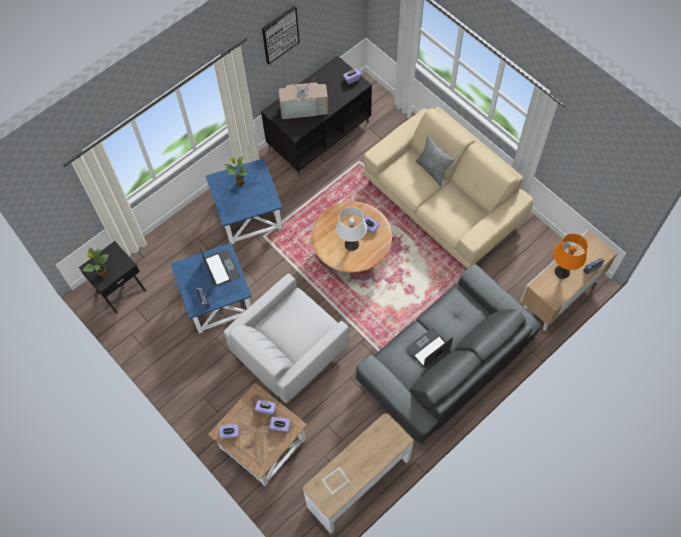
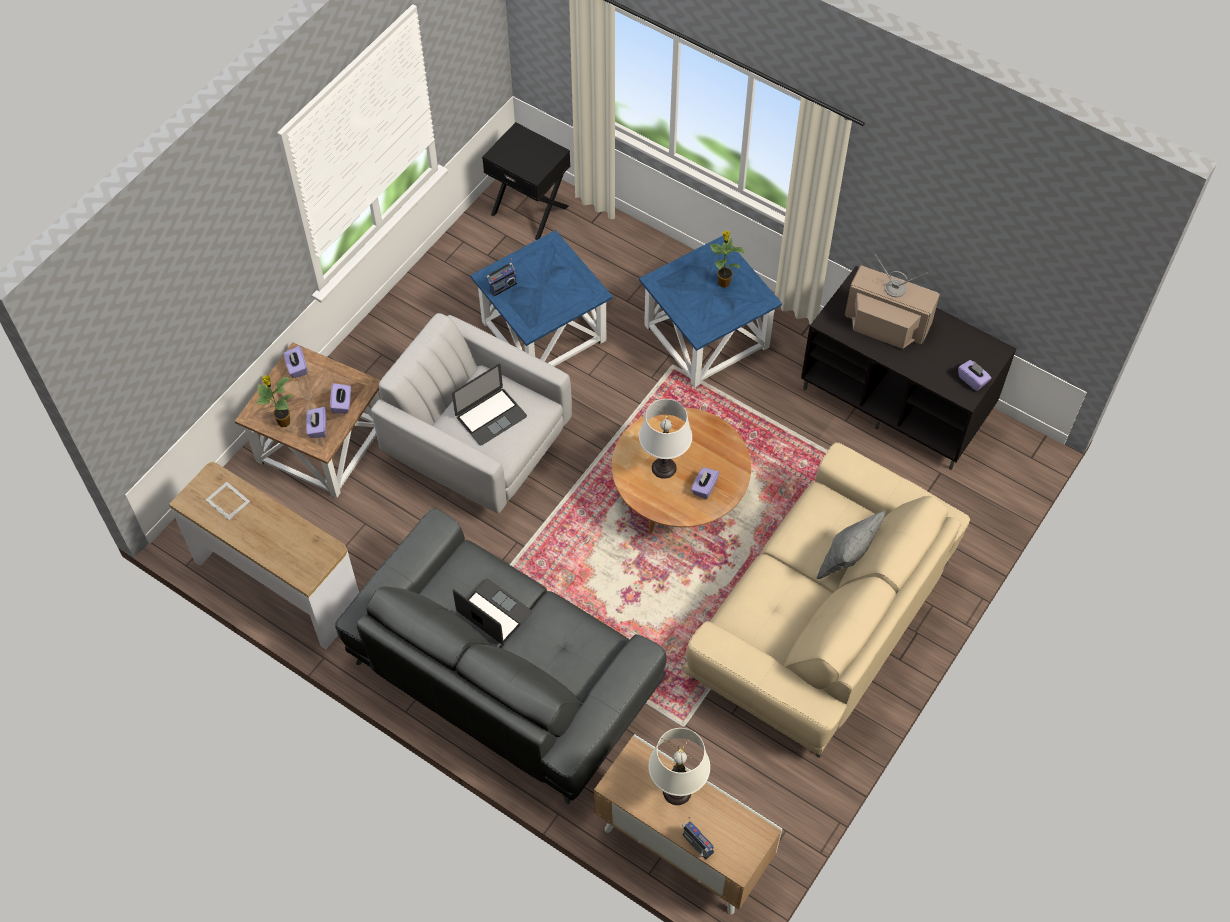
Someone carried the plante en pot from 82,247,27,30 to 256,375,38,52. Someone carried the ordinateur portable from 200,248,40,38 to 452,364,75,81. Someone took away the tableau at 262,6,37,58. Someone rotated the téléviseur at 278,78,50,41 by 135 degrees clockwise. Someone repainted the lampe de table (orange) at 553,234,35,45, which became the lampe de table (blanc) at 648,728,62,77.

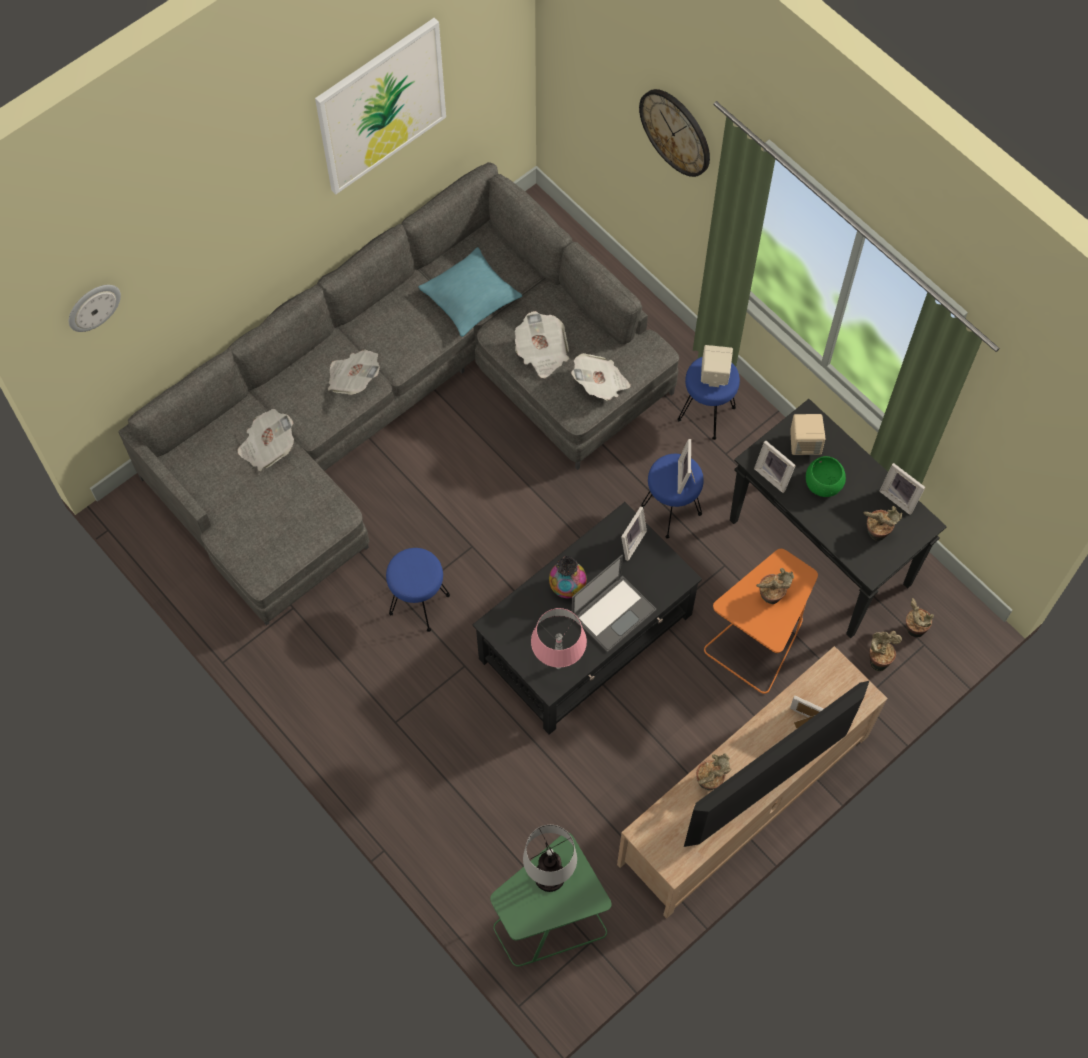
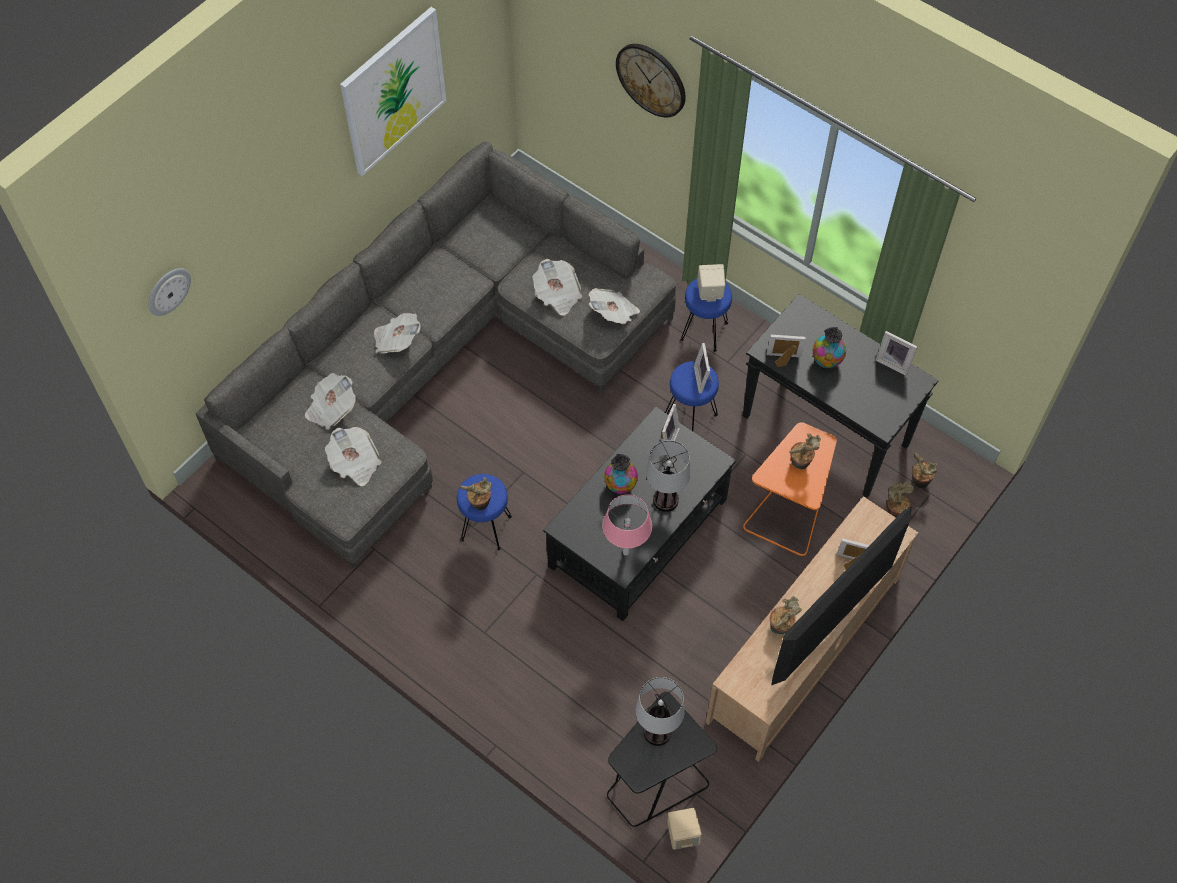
Someone took away the coussin (turquoise) at 418,247,104,90. Someone repainted the table d'appoint (vert) at 490,833,122,134, which became the table d'appoint (noir) at 607,692,110,135. Someone swapped the ordinateur portable at 572,555,85,98 for the lampe de table at 646,440,44,72. Someone rotated the cadre photo at 754,440,42,53 by 150 degrees clockwise. Someone carried the enceinte (beige) from 790,414,35,41 to 667,808,35,42. Someone swapped the bol (vert) at 806,456,40,41 for the vase at 813,327,33,42. Someone carried the plante en pot from 864,506,38,35 to 460,477,32,34. Someone put down the journal at 325,427,56,59.

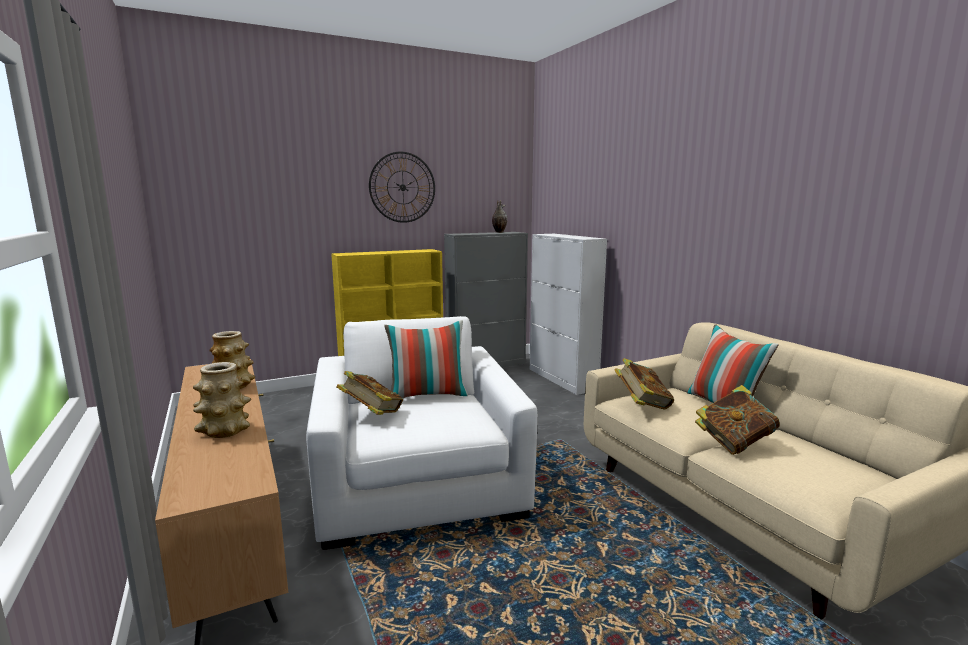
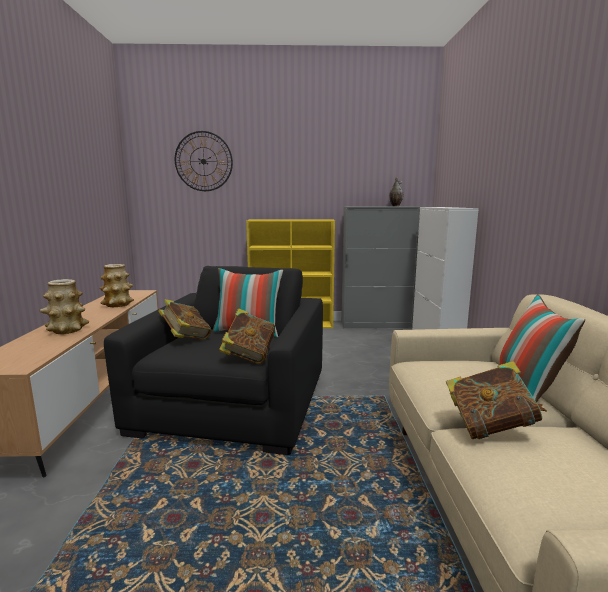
Someone repainted the fauteuil (blanc) at 306,316,232,234, which became the fauteuil (noir) at 104,266,219,189. Someone carried the horloge murale from 369,152,66,71 to 175,131,58,60. Someone carried the livre from 615,358,59,52 to 219,308,56,56.

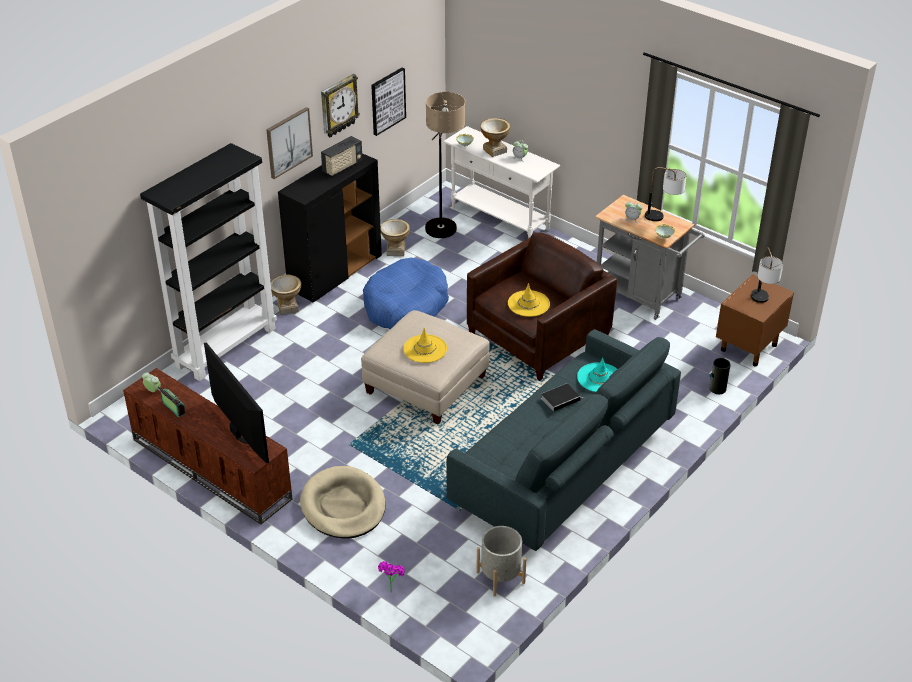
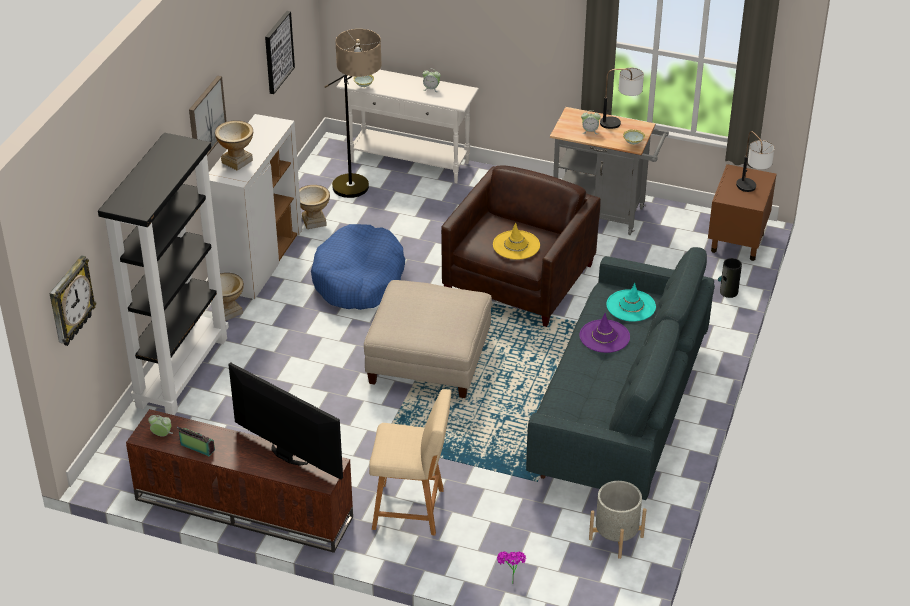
Someone repainted the meuble de rangement (noir) at 278,154,104,149, which became the meuble de rangement (blanc) at 209,114,93,185. Someone swapped the panier pour chien (beige) at 300,466,86,73 for the tabouret (beige) at 369,389,82,147. Someone carried the horloge murale from 321,74,39,64 to 49,255,47,91. Someone took away the radio at 321,136,42,40. Someone took away the chapeau (jaune) at 403,328,44,35. Someone carried the vase from 480,118,30,39 to 215,120,38,51. Someone swapped the livre at 541,383,41,29 for the chapeau (violet) at 580,313,50,40.

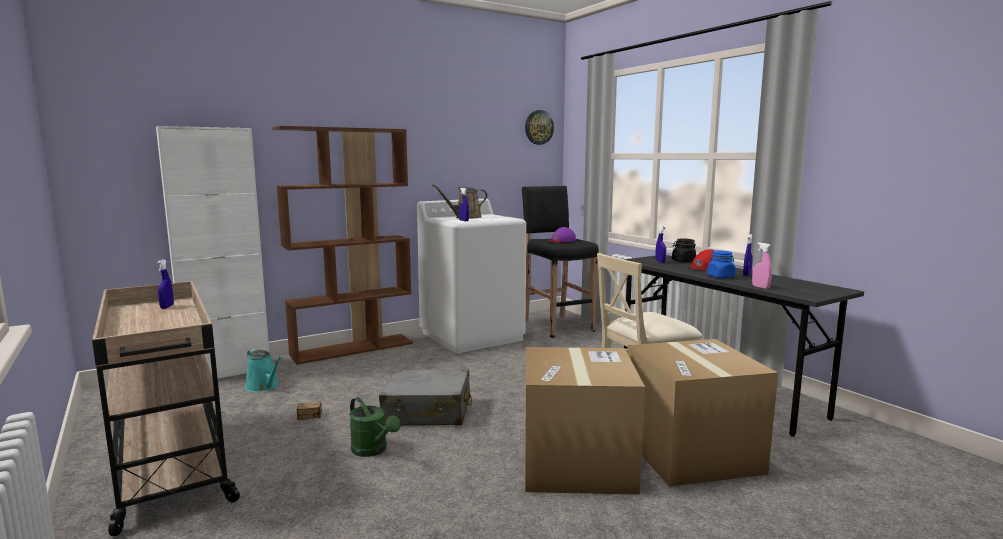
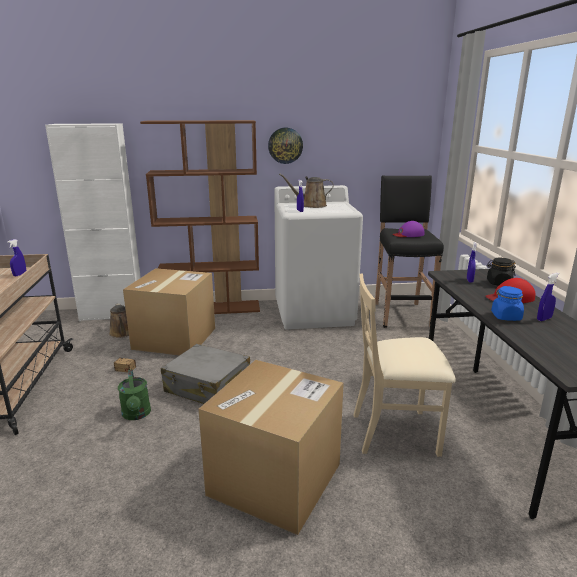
Someone repainted the arrosoir (turquoise) at 245,349,36,43, which became the arrosoir (marron) at 109,303,20,35. Someone carried the horloge murale from 525,110,29,35 to 268,128,35,36. Someone carried the carton from 627,339,151,148 to 123,268,92,87. Someone took away the vaporisateur (rose) at 752,242,20,47.

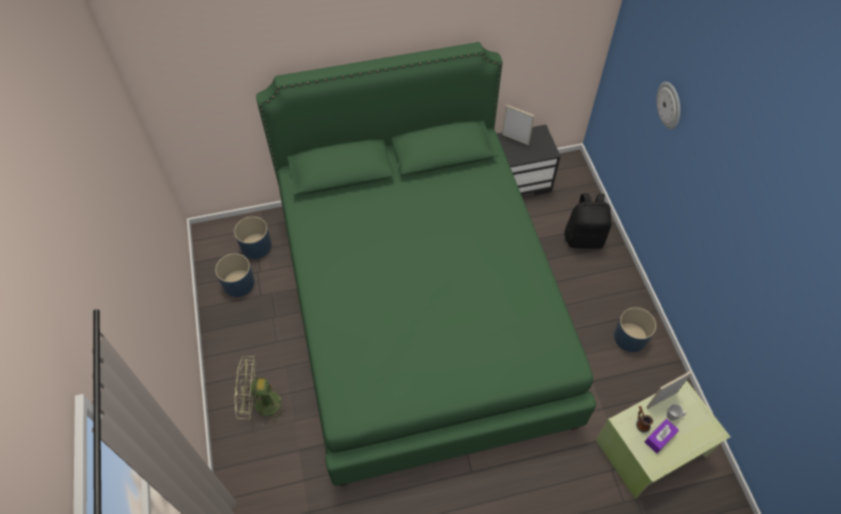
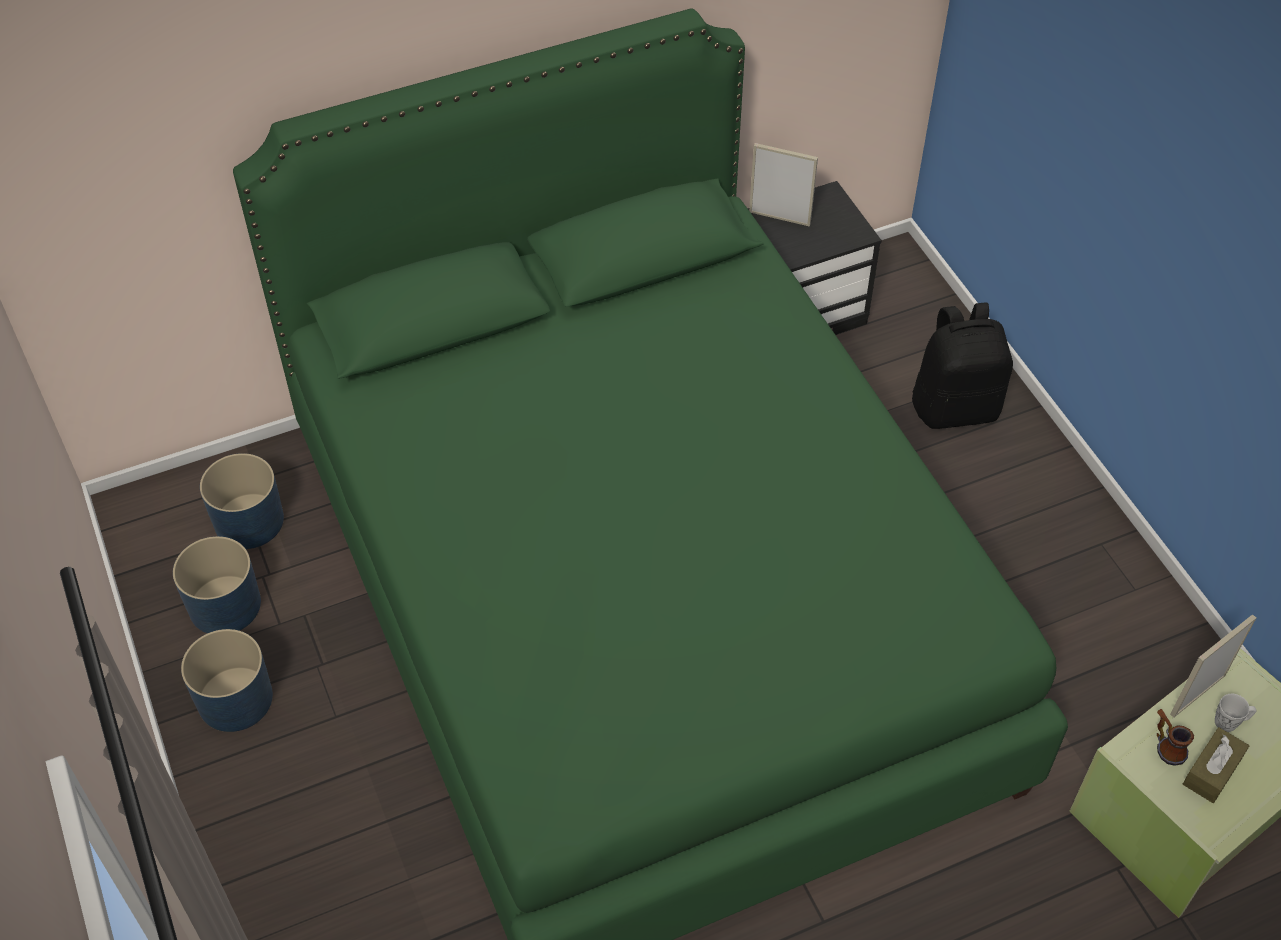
Someone took away the ventilateur (vert) at 234,356,55,70. Someone carried the cache-pot (bleu) from 614,307,42,45 to 181,629,92,103. Someone repainted the boîte à mouchoirs (violet) at 645,419,34,34, which became the boîte à mouchoirs (marron) at 1183,727,66,76. Someone took away the horloge murale at 656,82,24,47.

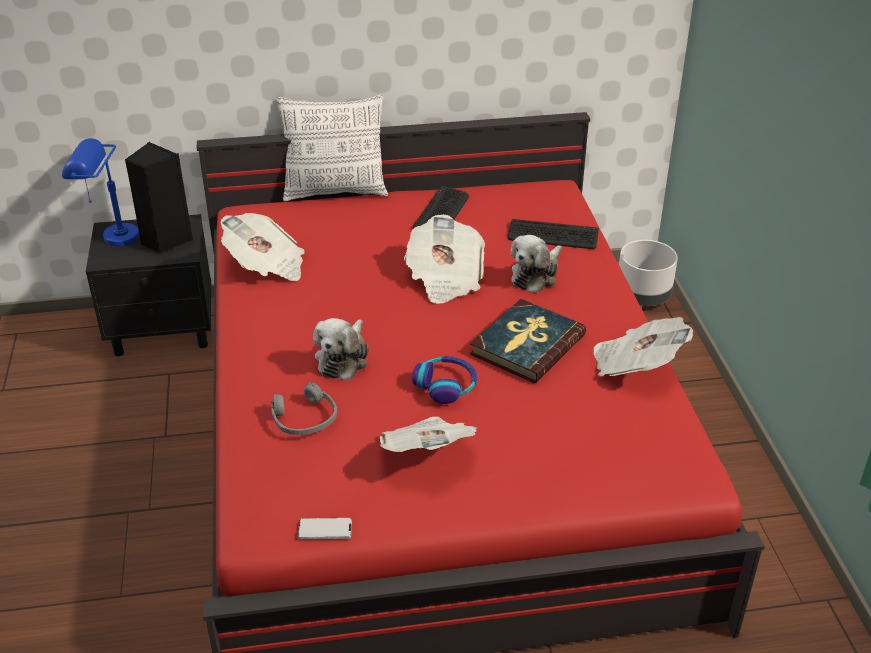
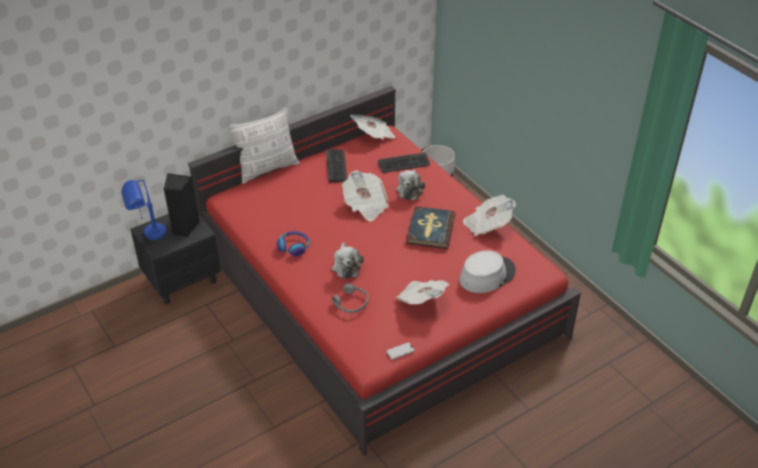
Someone carried the journal from 221,213,84,68 to 350,114,46,25. Someone carried the casque audio from 412,356,65,48 to 277,231,33,25. Someone put down the chapeau (gris) at 459,250,57,43.

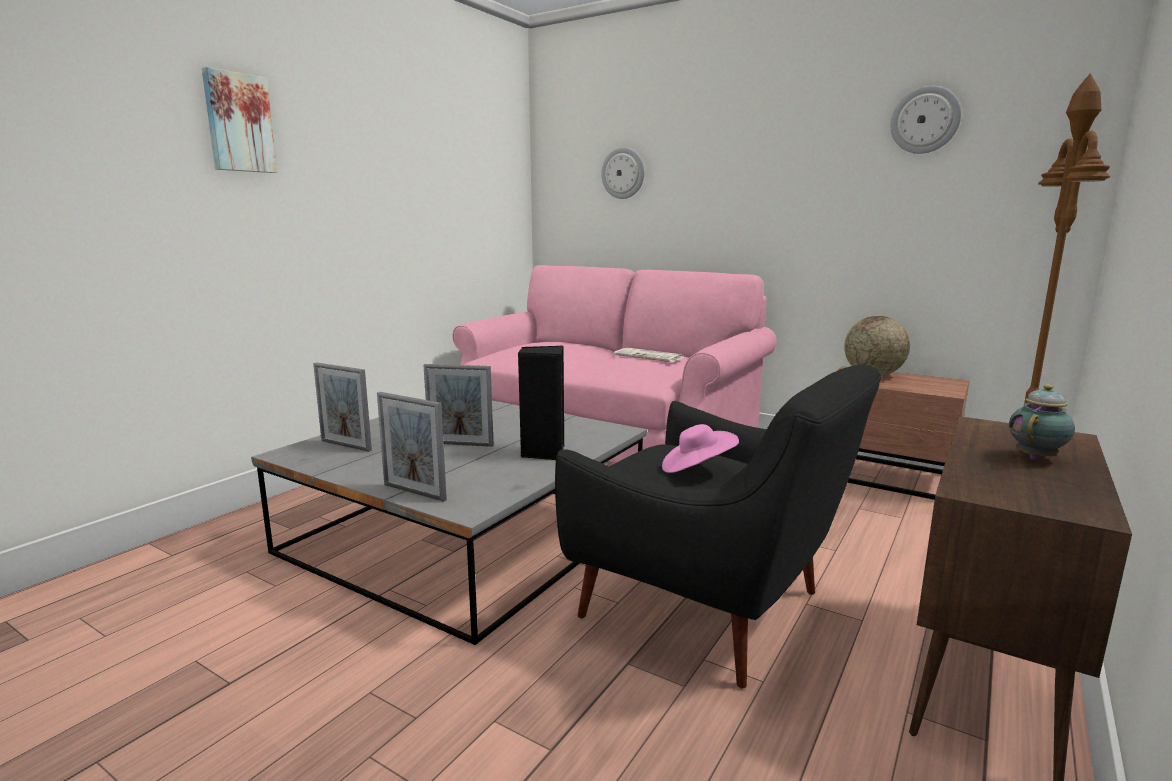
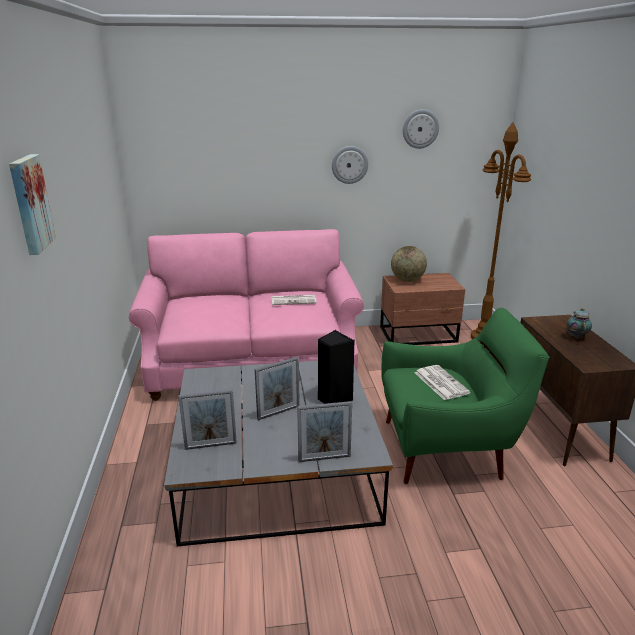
Someone repainted the fauteuil (noir) at 555,364,327,325, which became the fauteuil (vert) at 381,308,169,176. Someone carried the horloge murale from 601,147,43,52 to 332,146,36,38. Someone swapped the chapeau (rose) at 662,424,77,49 for the journal at 415,365,55,35.

